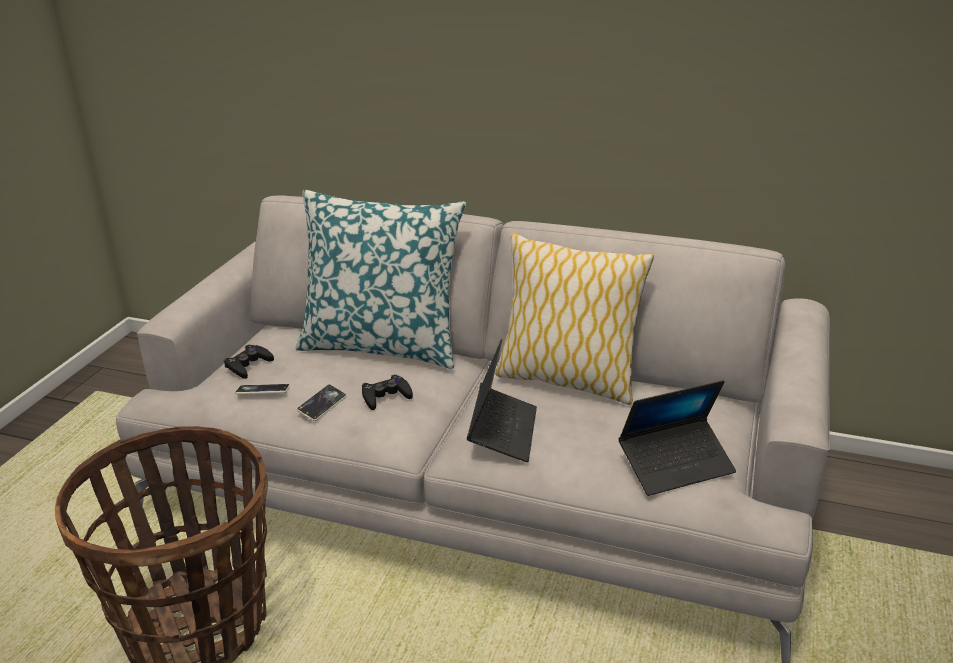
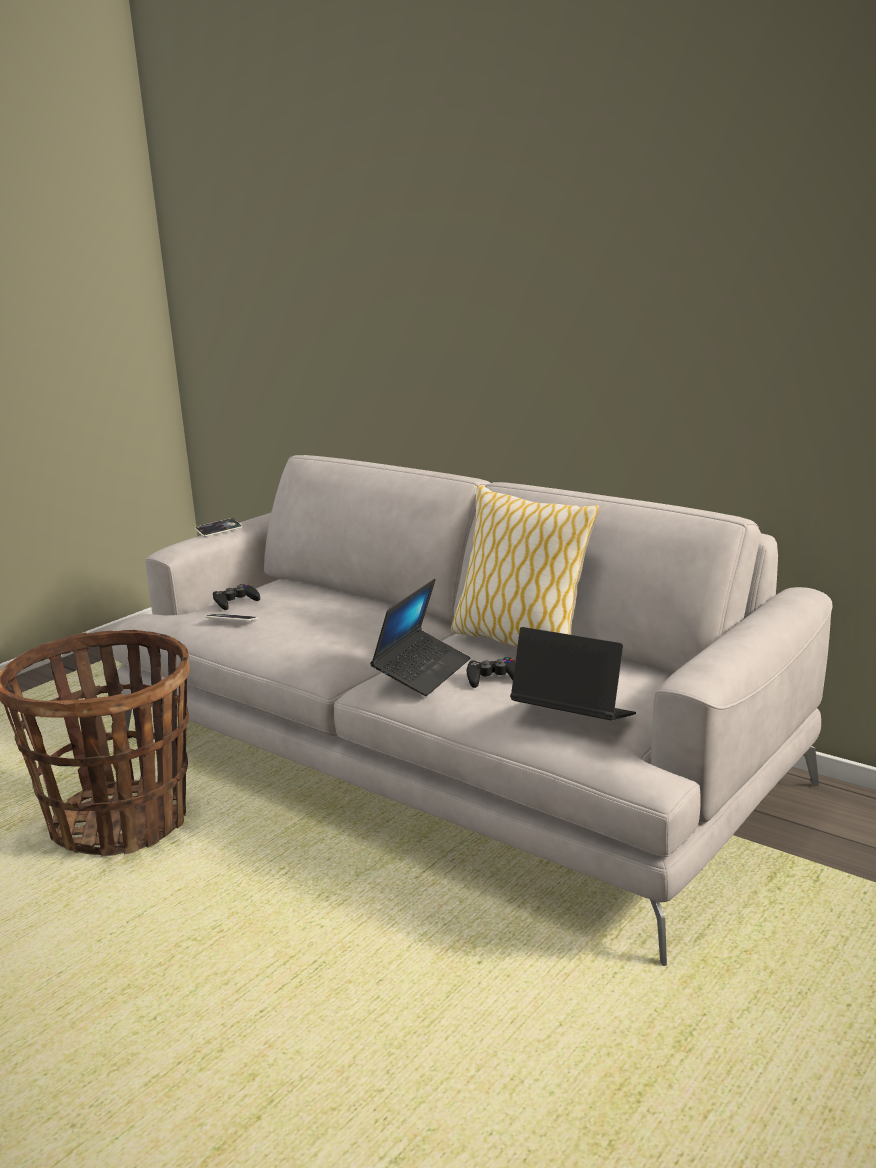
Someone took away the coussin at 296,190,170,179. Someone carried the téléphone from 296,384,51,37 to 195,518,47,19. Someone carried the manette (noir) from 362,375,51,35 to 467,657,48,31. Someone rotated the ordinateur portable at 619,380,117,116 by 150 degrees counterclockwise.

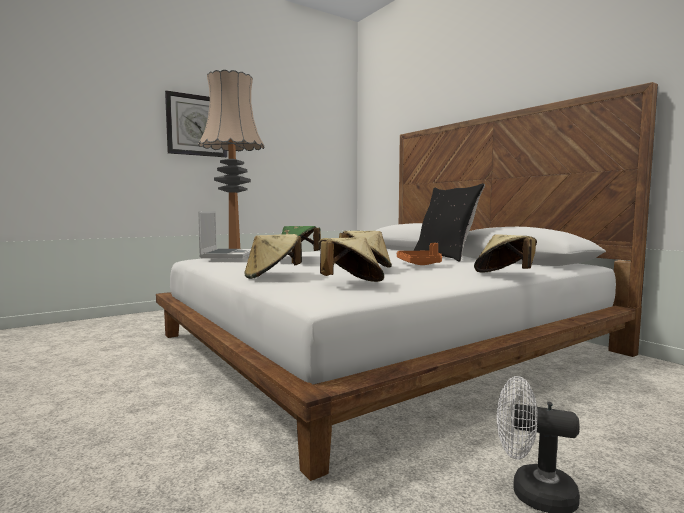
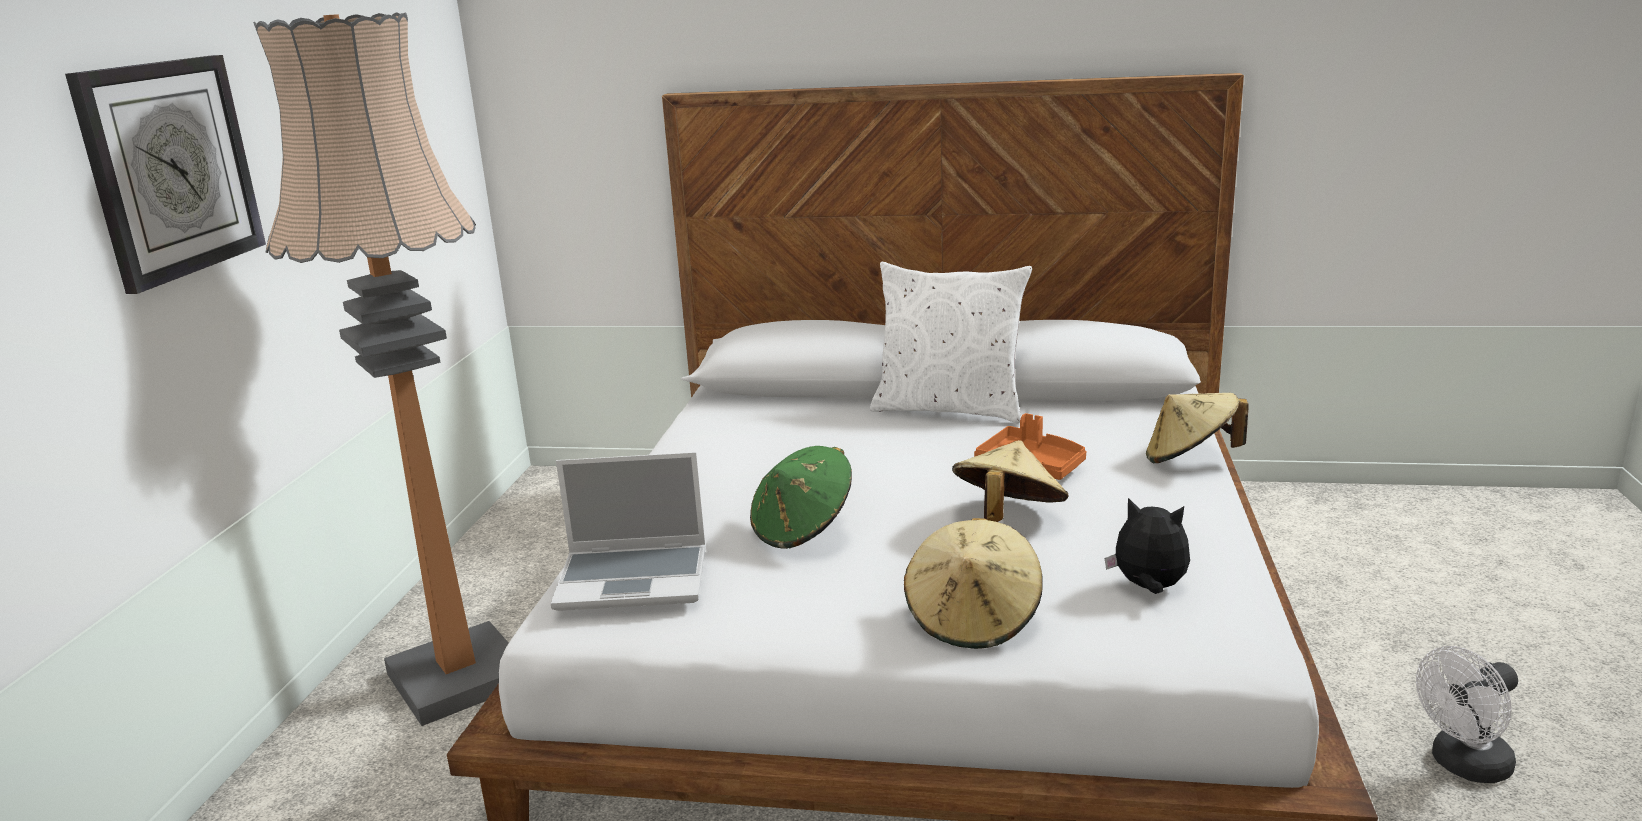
Someone rotated the ordinateur portable at 198,211,53,47 by 135 degrees clockwise. Someone swapped the chapeau (beige) at 318,237,66,45 for the peluche at 1104,498,86,96. Someone repainted the coussin (noir) at 413,183,72,79, which became the coussin (blanc) at 870,262,162,162.

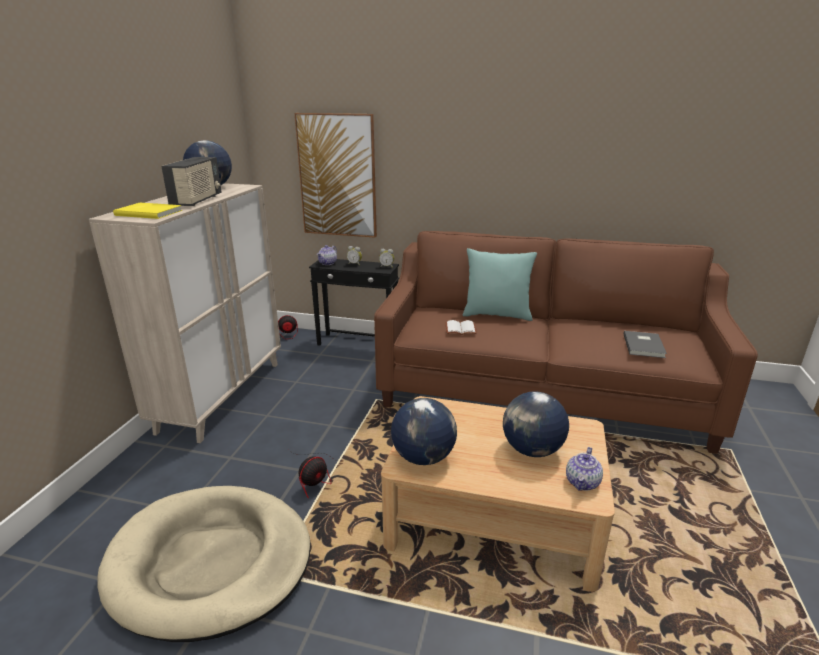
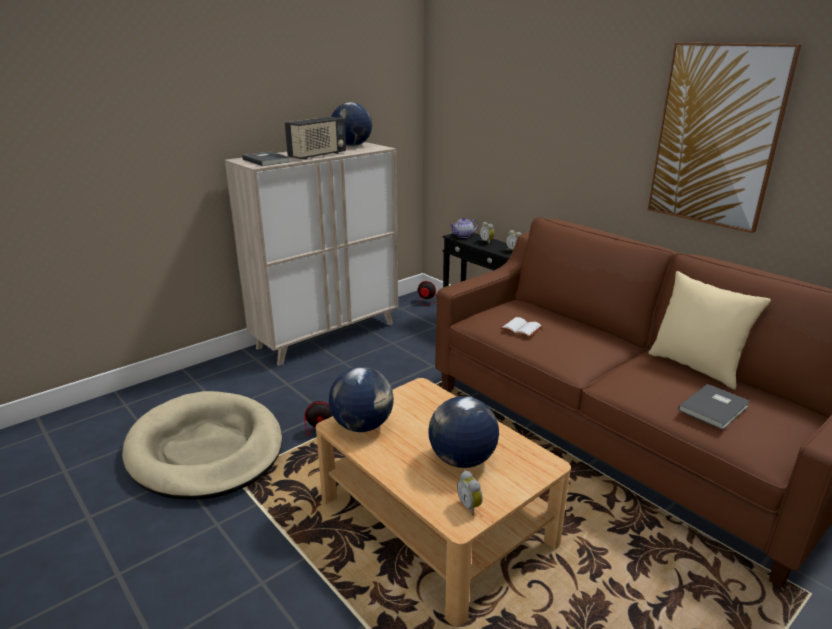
Someone repainted the livre (jaune) at 113,203,70,16, which became the livre (gris) at 242,152,49,14. Someone carried the tableau from 295,113,82,125 to 648,43,154,190. Someone took away the coussin (turquoise) at 462,248,75,73. Someone swapped the théière at 566,447,37,43 for the réveil at 457,470,26,46. Someone put down the coussin (beige) at 648,271,123,119.

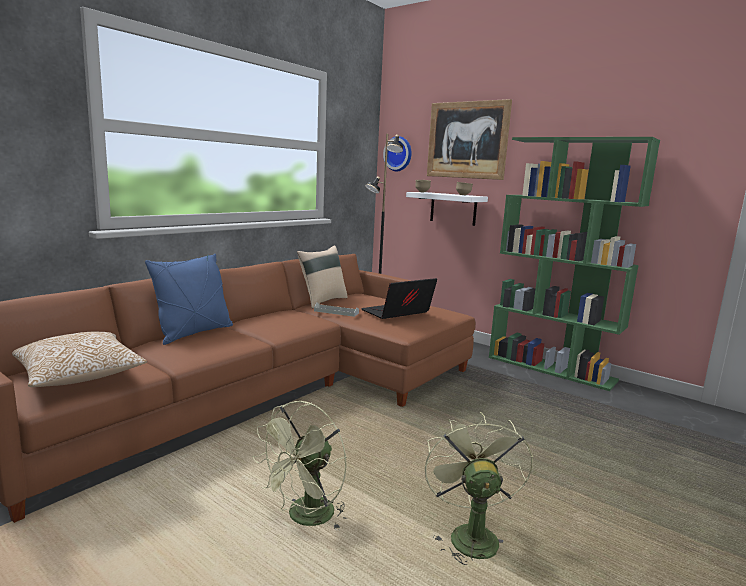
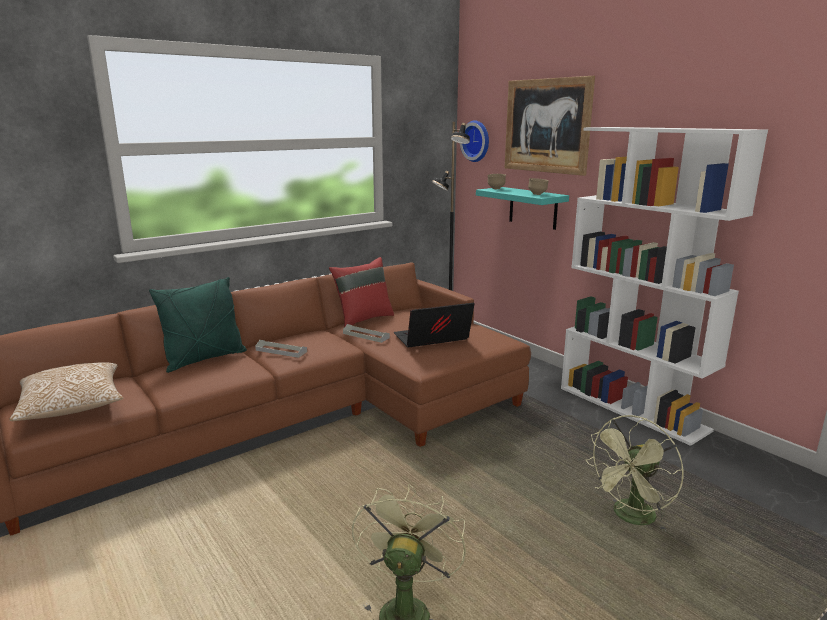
Someone repainted the coussin (bleu) at 145,254,88,91, which became the coussin (vert) at 149,277,98,96. Someone carried the ventilateur (vert) from 253,401,94,128 to 585,415,99,117. Someone repainted the coussin (beige) at 297,245,51,63, which became the coussin (rouge) at 329,257,65,70. Someone repainted the étagère (blanc) at 406,192,82,34, which became the étagère (turquoise) at 476,187,93,43. Someone repainted the bibliothèque (vert) at 489,137,171,254, which became the bibliothèque (blanc) at 561,127,207,319. Someone put down the plateau (gris) at 255,340,52,18.

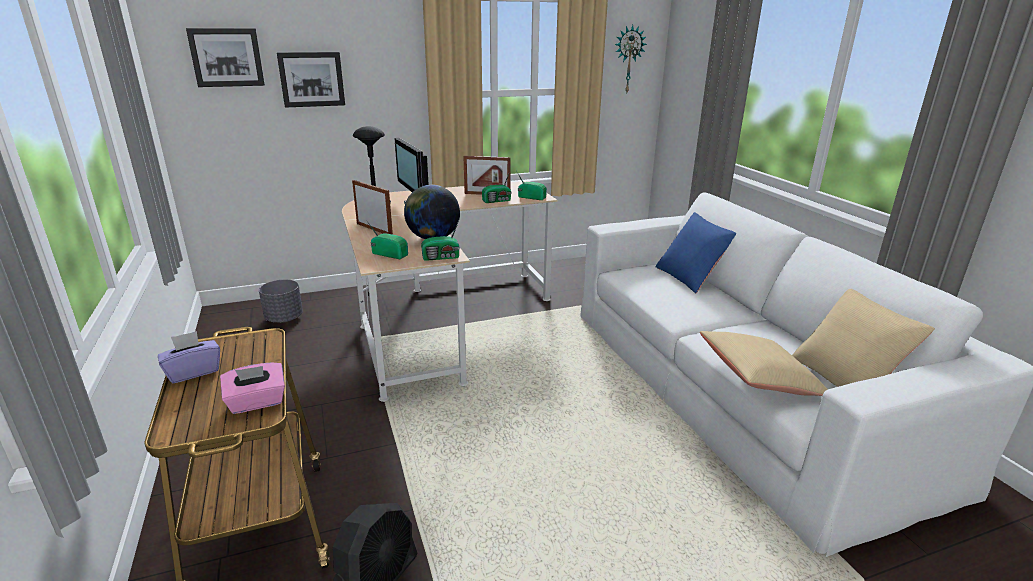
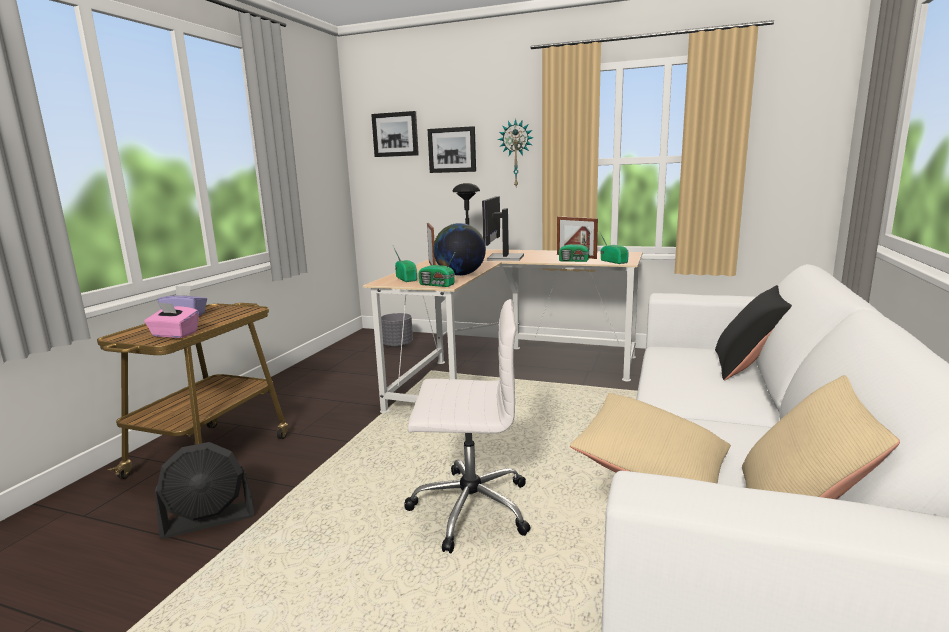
Someone carried the horloge murale from 615,25,32,67 to 498,119,36,68. Someone repainted the coussin (bleu) at 655,212,81,81, which became the coussin (noir) at 715,285,77,96. Someone put down the chaise de bureau (blanc) at 404,299,127,255.

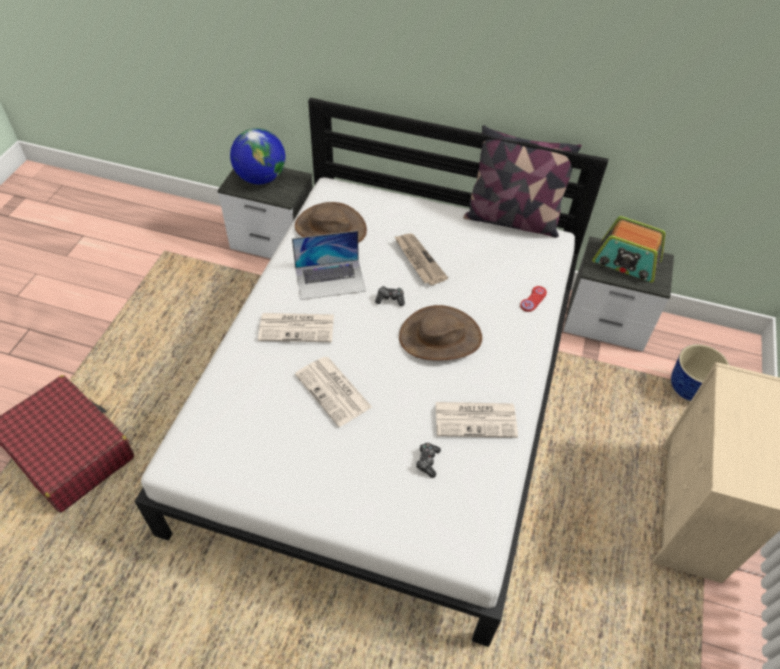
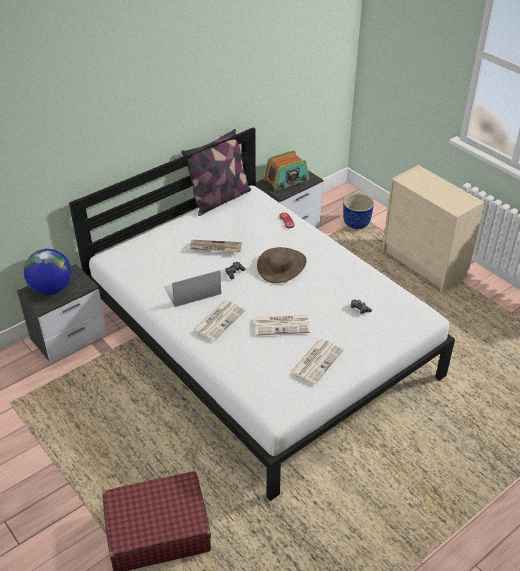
Someone rotated the ordinateur portable at 292,231,74,69 by 135 degrees counterclockwise. Someone took away the chapeau (marron) at 295,202,72,41. Someone carried the journal from 436,402,82,36 to 290,339,54,46.

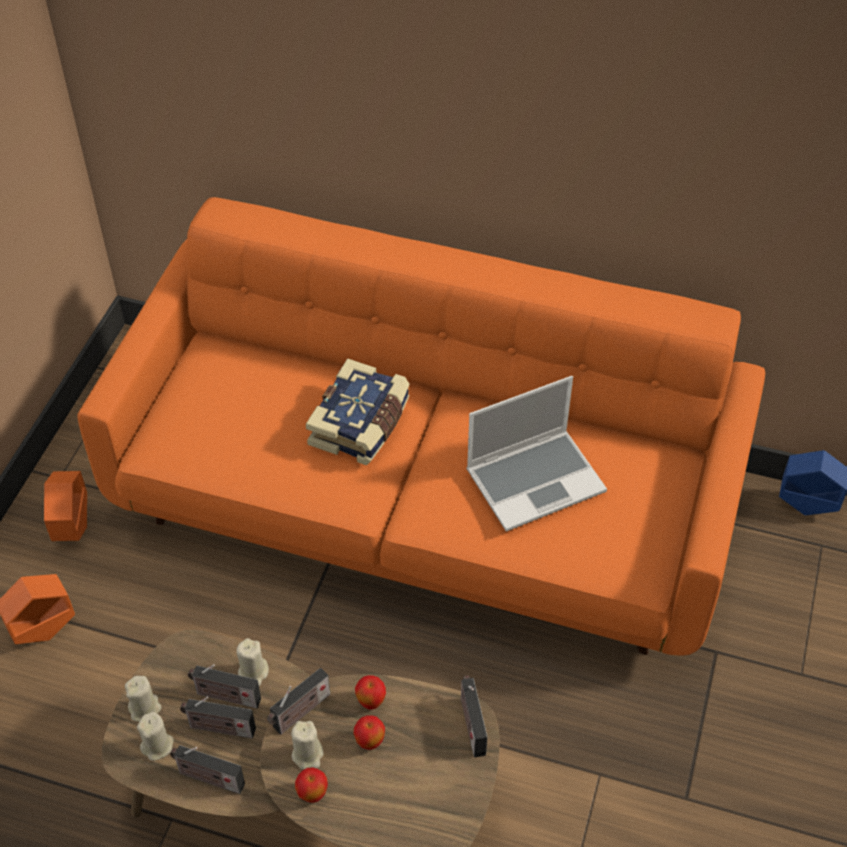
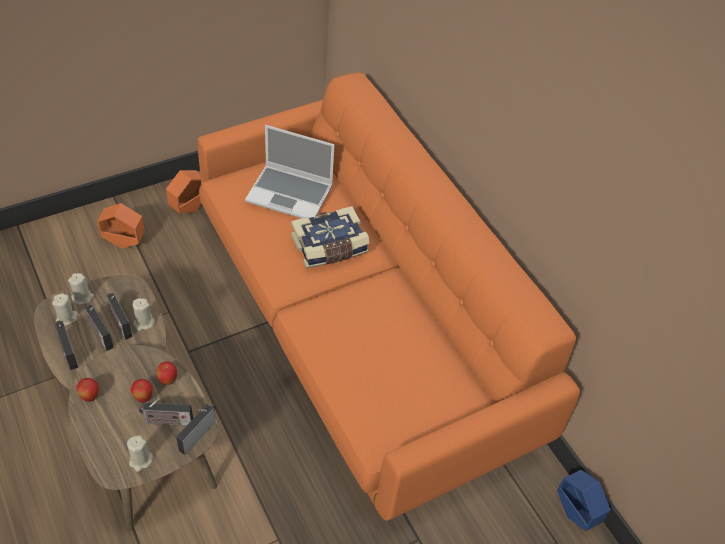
Someone carried the radio from 267,668,63,67 to 139,399,54,27. Someone carried the bougie (beige) from 291,721,33,49 to 127,435,26,37. Someone carried the ordinateur portable from 466,376,141,156 to 245,125,89,94.

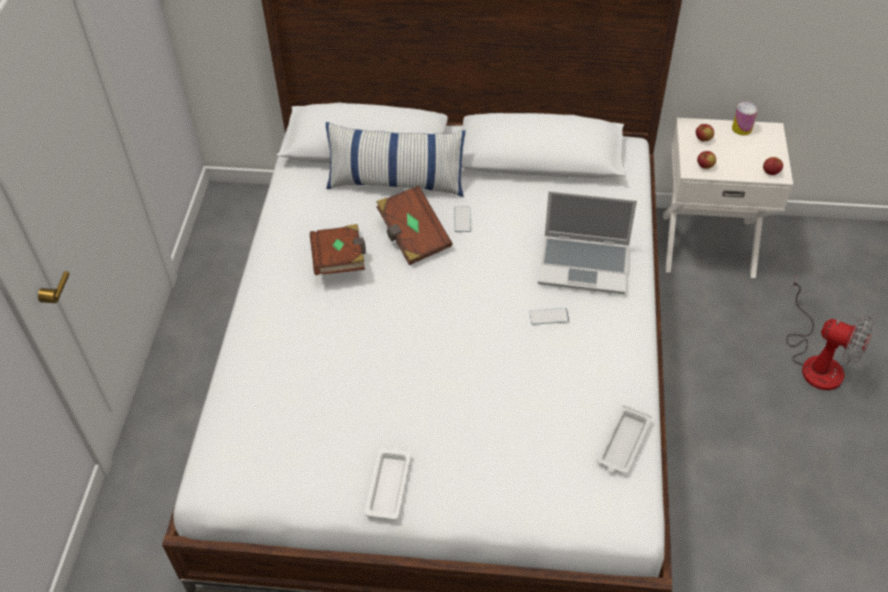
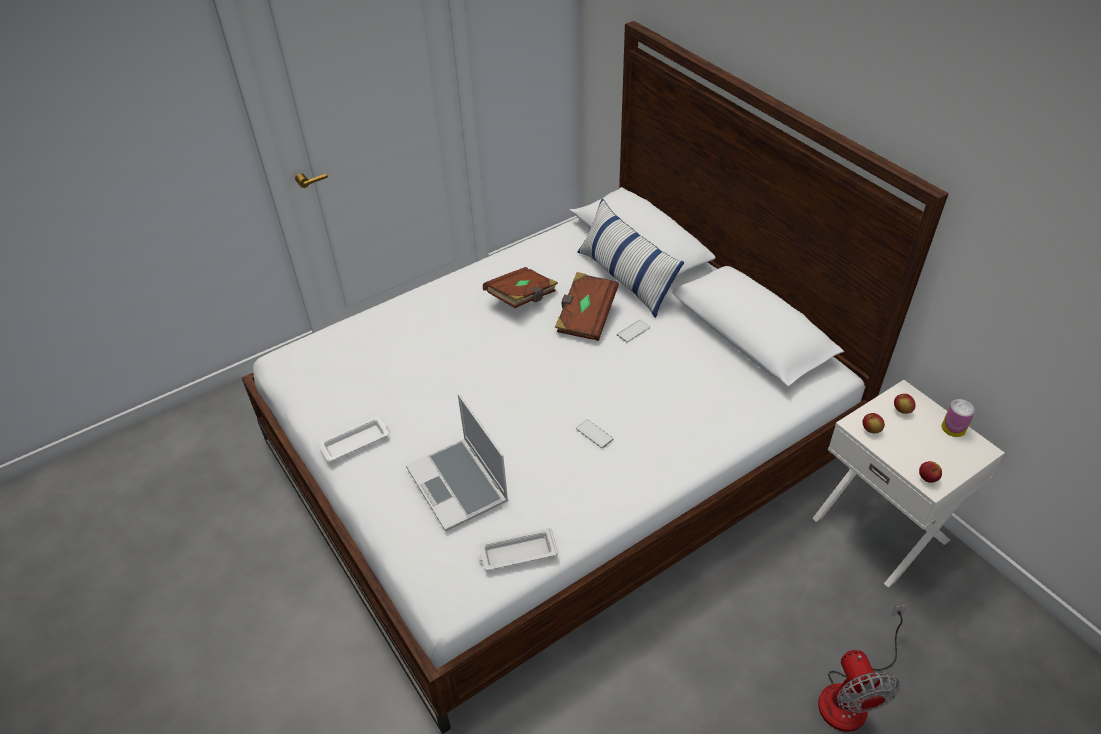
Someone carried the ordinateur portable from 538,191,99,103 to 406,394,103,138.

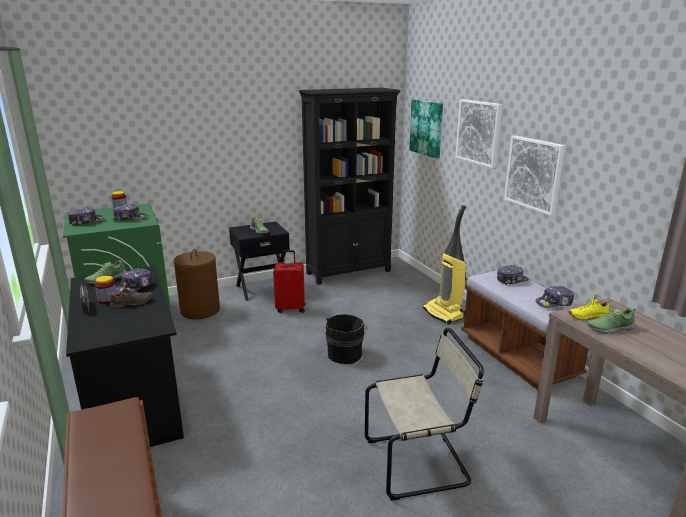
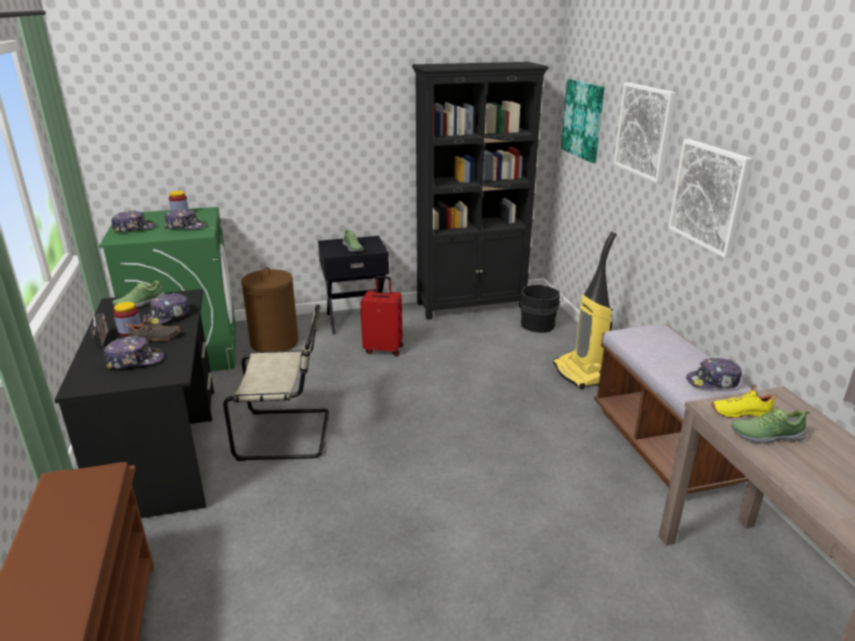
Someone carried the seau (noir) from 325,314,42,50 to 520,285,43,48. Someone carried the chaise (beige) from 365,328,119,173 to 223,304,106,157. Someone carried the casquette from 497,265,32,20 to 104,336,60,34.

